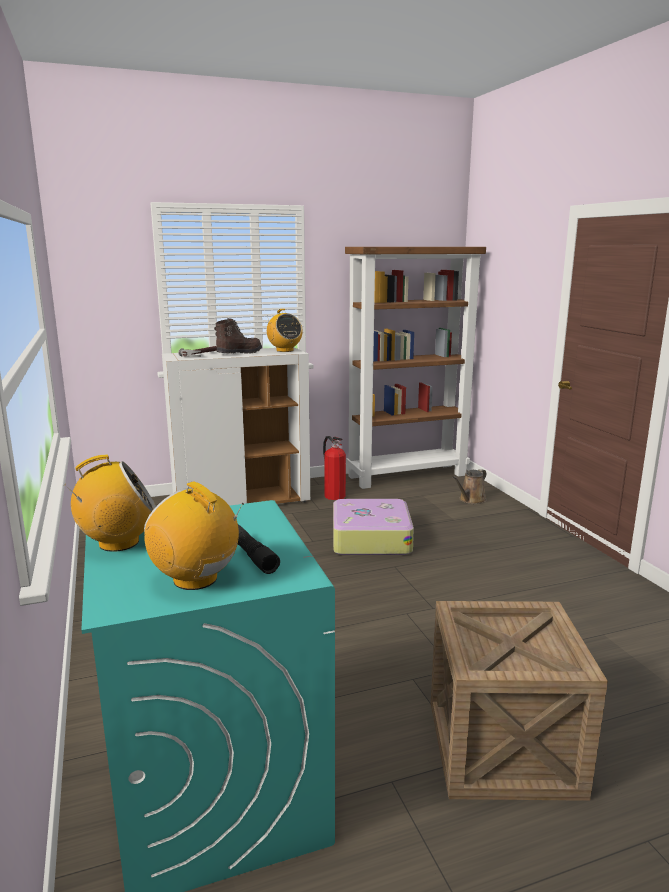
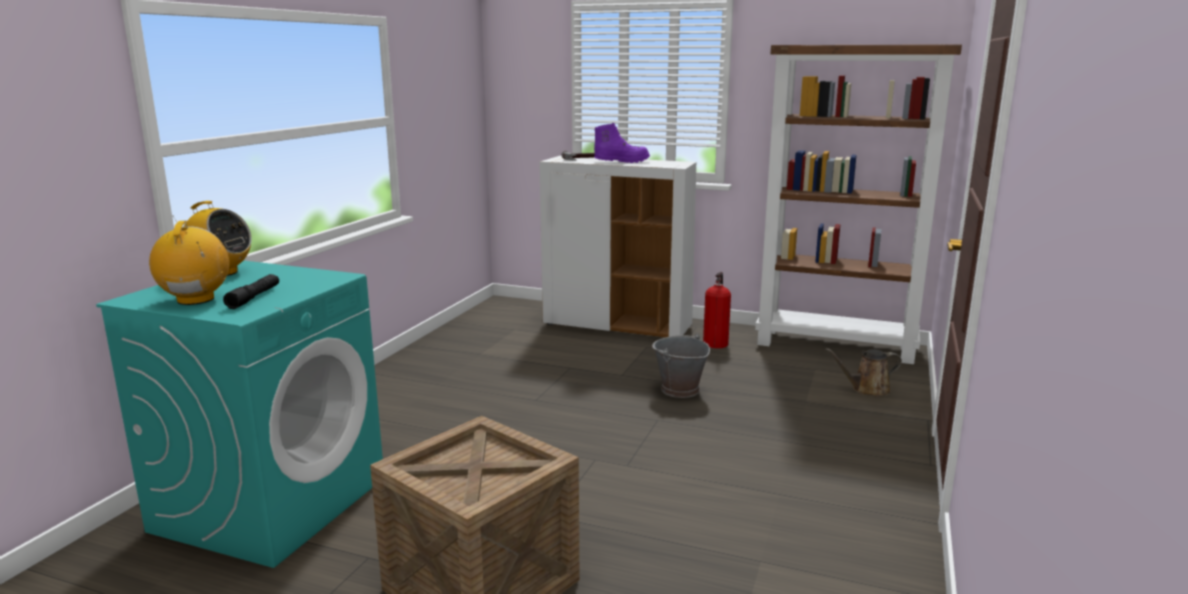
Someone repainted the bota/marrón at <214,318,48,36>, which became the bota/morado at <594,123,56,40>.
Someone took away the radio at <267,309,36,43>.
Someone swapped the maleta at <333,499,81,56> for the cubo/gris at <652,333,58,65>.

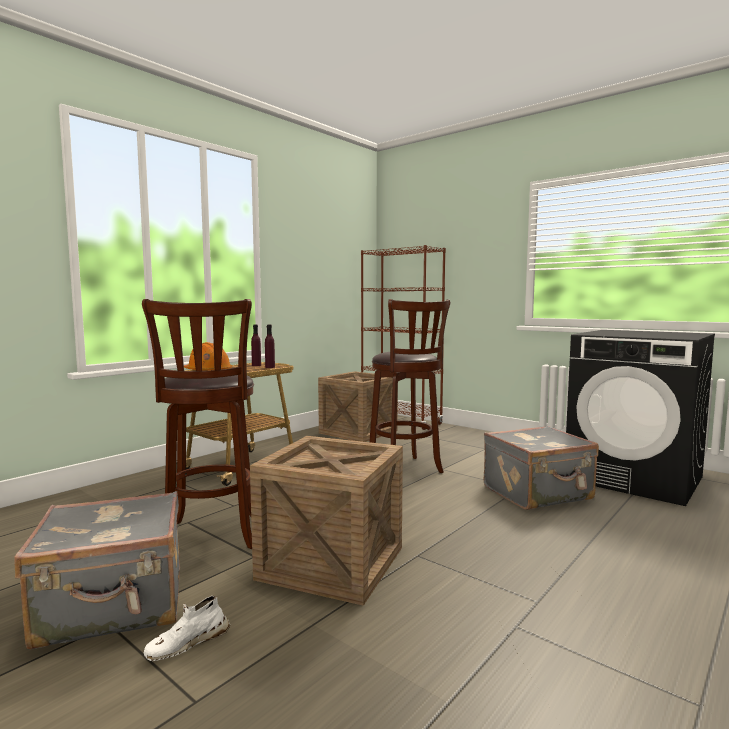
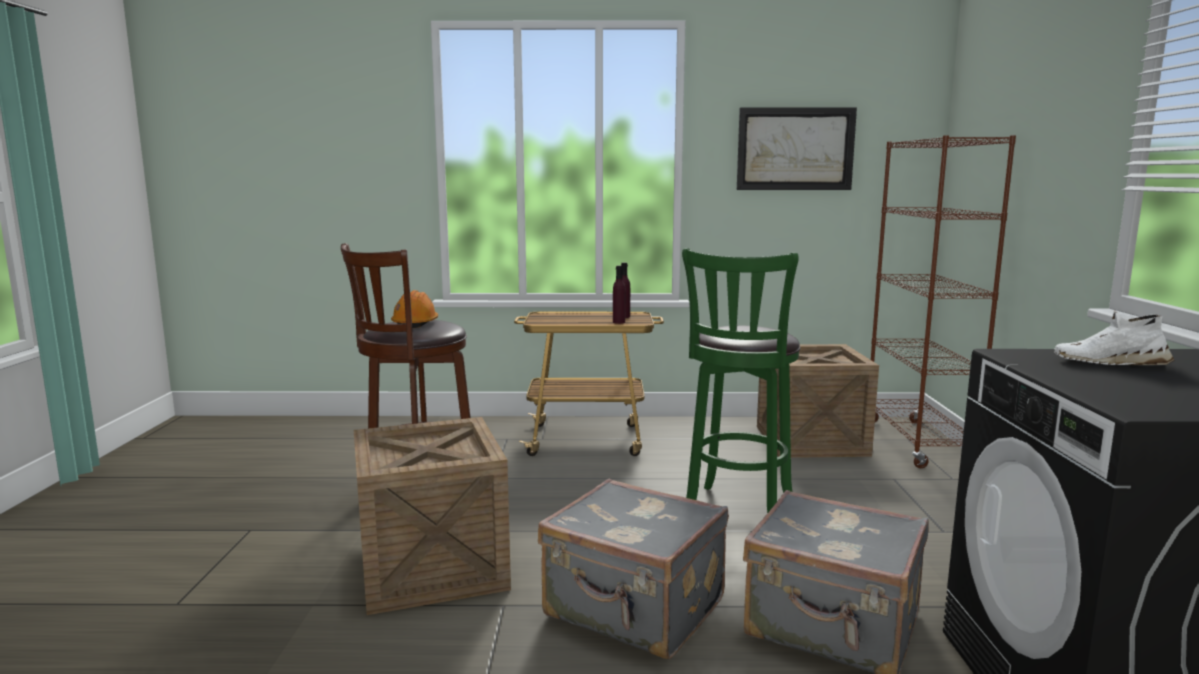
Someone carried the maleta/gris from <14,491,166,159> to <538,479,190,180>.
Someone carried the zapato/blanco from <144,595,86,66> to <1054,310,121,55>.
Someone repainted the taburete/marrón at <369,299,81,174>, which became the taburete/verde at <682,248,118,265>.
Someone put up the cuadro at <737,107,120,83>.

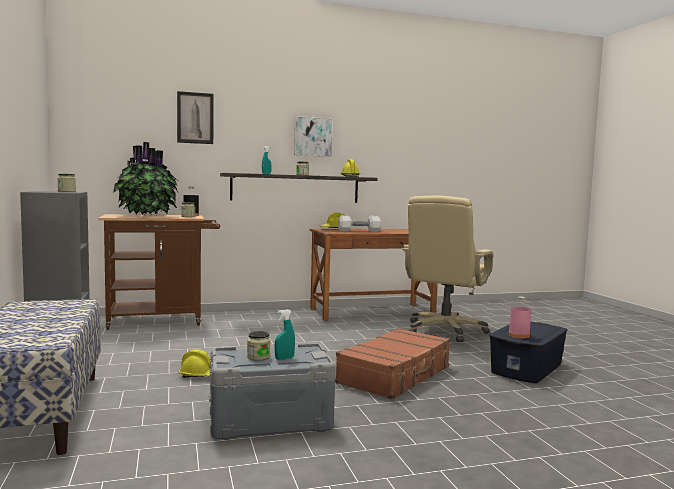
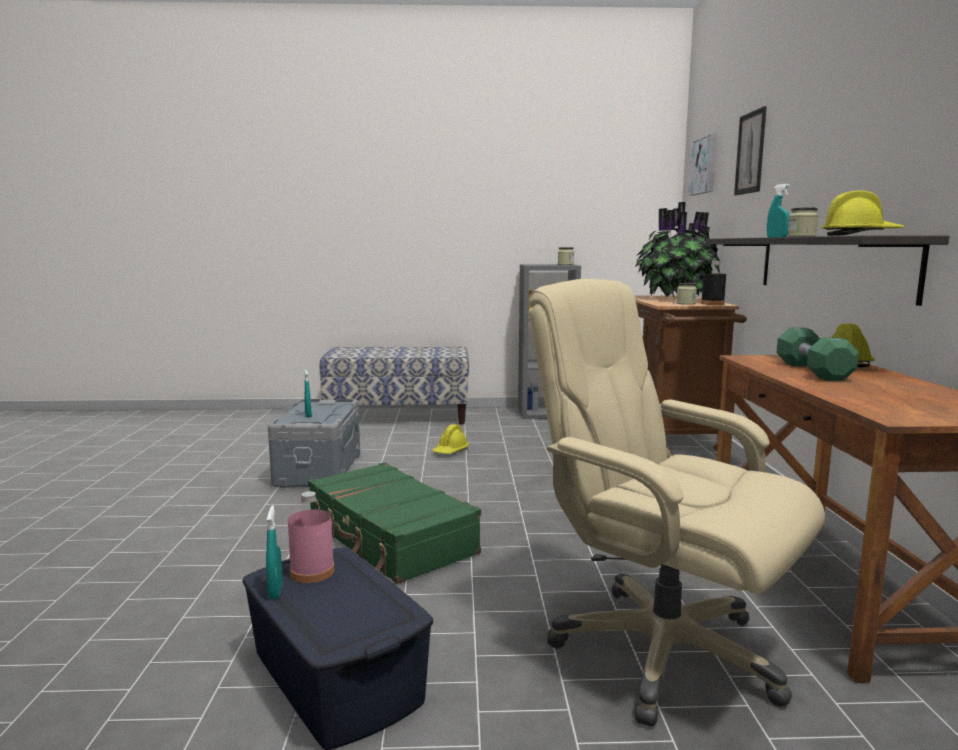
Someone took away the tarro at <247,331,23,30>.
Someone carried the cuadro from <294,116,39,41> to <688,134,28,62>.
Someone repainted the maleta/marrón at <335,328,115,71>, which became the maleta/verde at <308,462,173,122>.
Someone repainted the mancuerna/blanco at <338,215,43,17>, which became the mancuerna/verde at <776,328,83,53>.
Someone put down the pulverizador/turquesa at <266,505,17,94>.

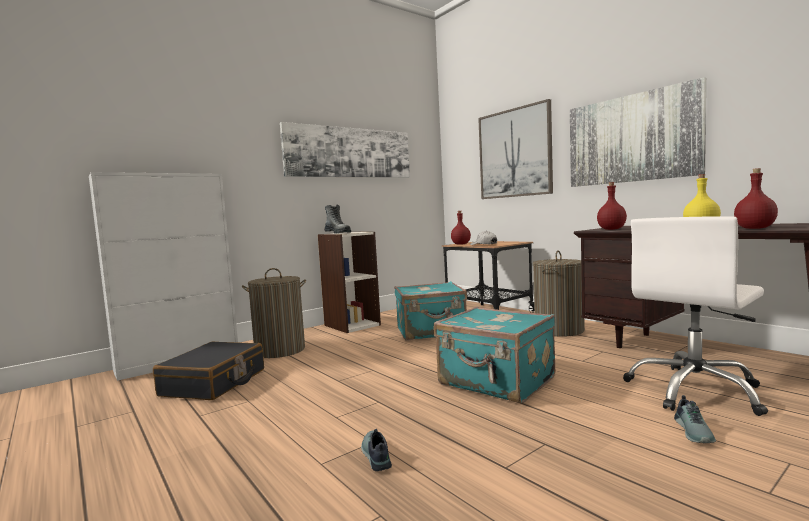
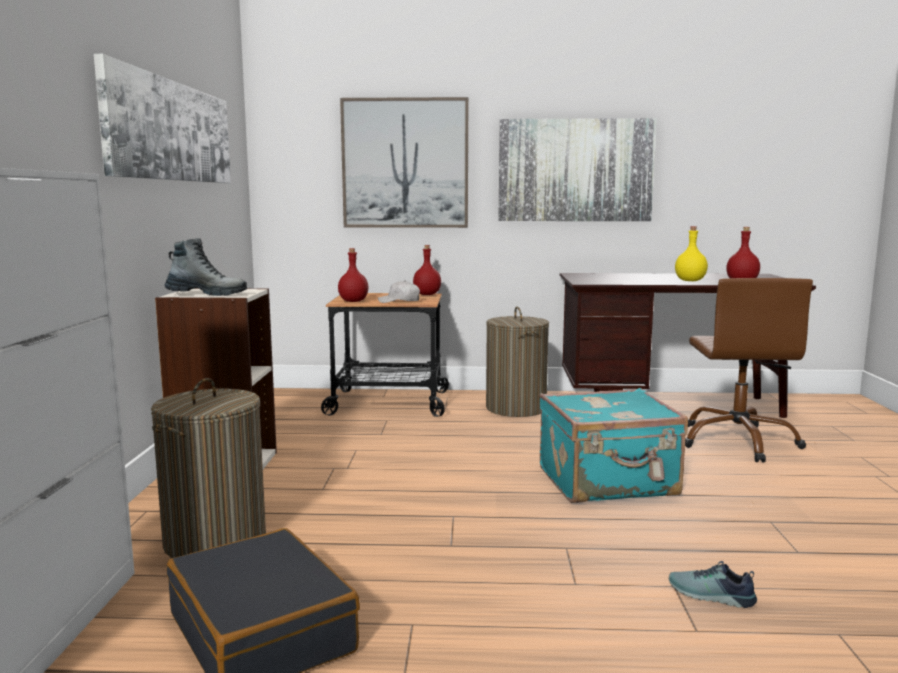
Someone took away the maleta/turquesa at <394,281,73,60>.
Someone carried the botella/rojo from <597,182,30,48> to <413,245,28,50>.
Someone repainted the silla de oficina/blanco at <623,216,145,200>, which became the silla de oficina/marrón at <685,278,128,184>.
Someone took away the zapato at <674,395,42,48>.

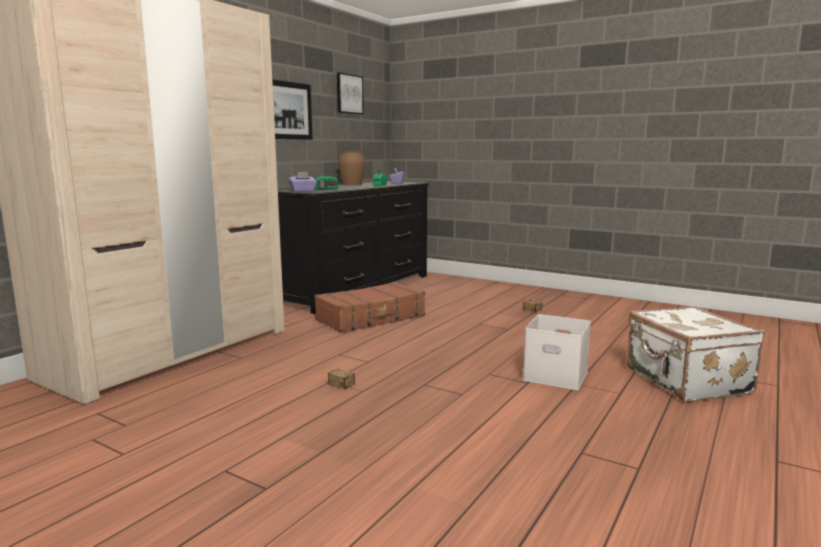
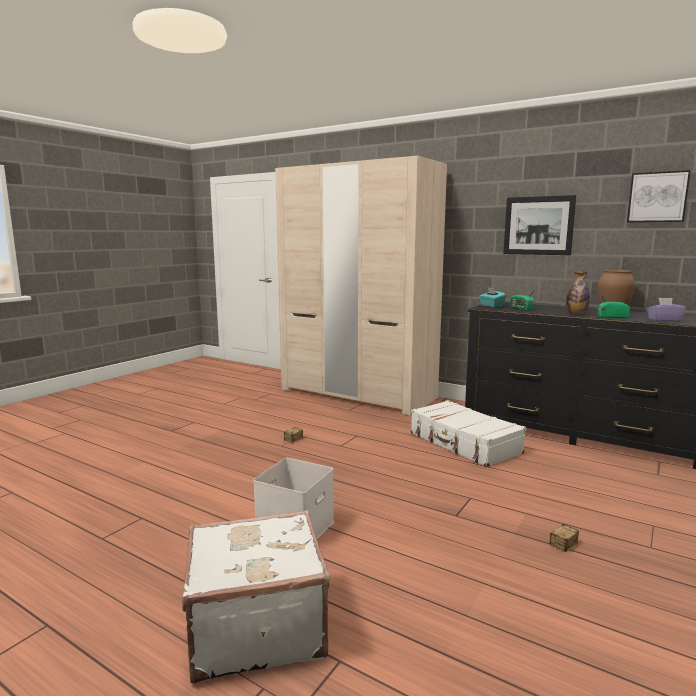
Someone repainted the caja de pañuelos/morado at <289,172,28,20>, which became the caja de pañuelos/turquesa at <479,287,27,20>.
Someone repainted the maleta/marrón at <314,282,111,51>, which became the maleta/blanco at <411,400,115,67>.
Someone put down the botella at <566,272,24,42>.

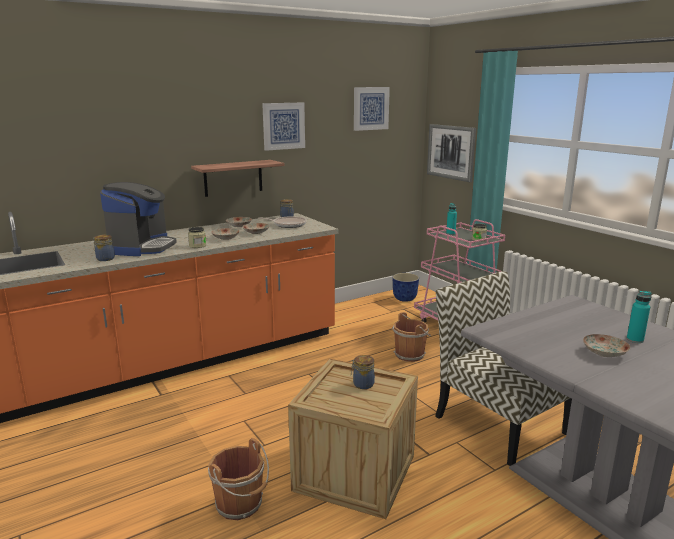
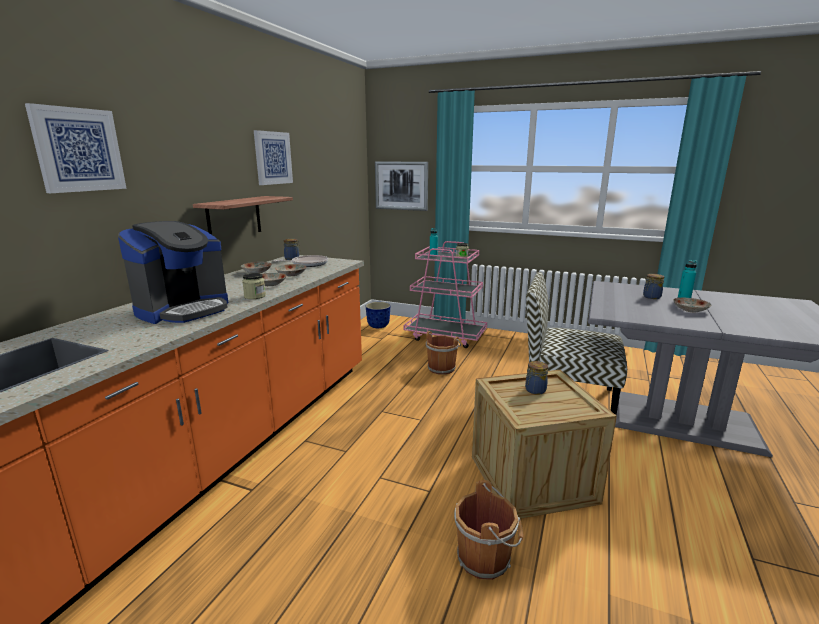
Someone carried the tarro from <93,235,22,26> to <643,274,21,25>.
Someone rotated the cafetera at <100,182,77,74> by 60 degrees clockwise.
Someone carried the cuadro from <354,87,36,44> to <25,103,102,90>.

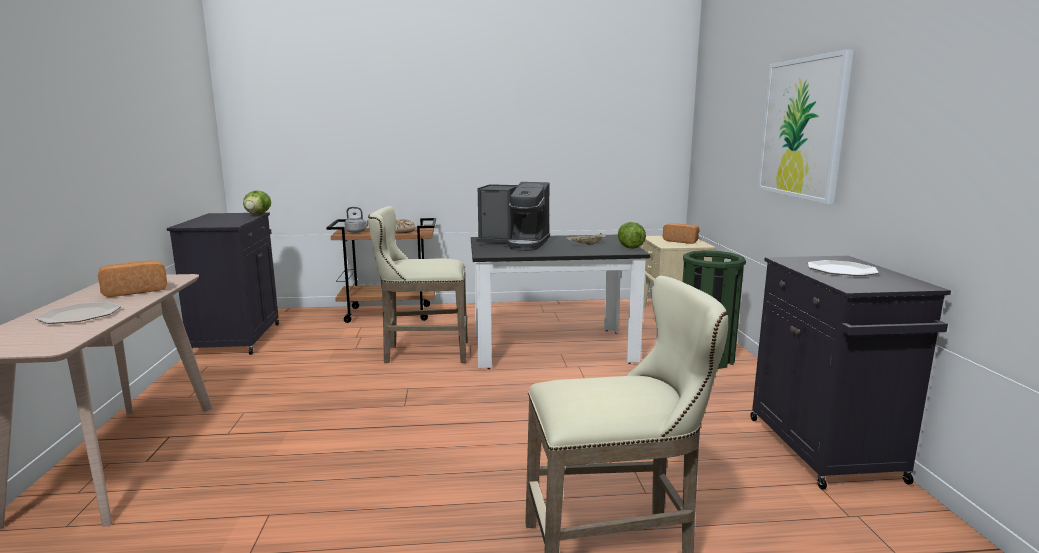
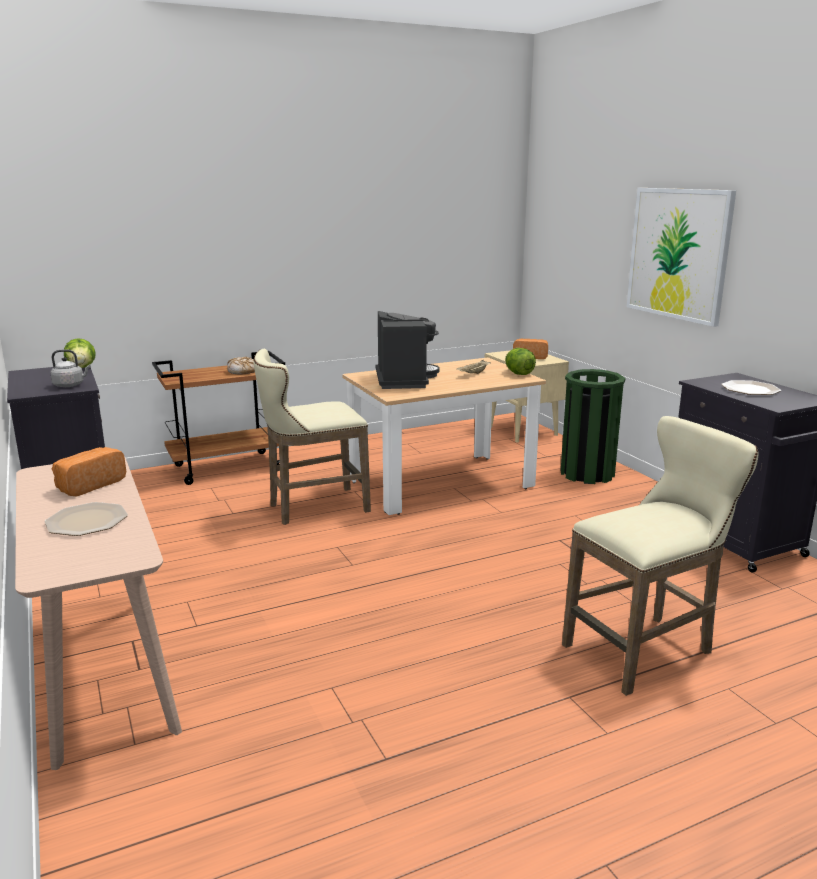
Someone carried the hervidor/gris from <345,207,23,26> to <50,349,41,38>.
Someone repainted the mesa de comedor/negro at <471,235,179,134>, which became the mesa de comedor/beis at <342,357,204,158>.
Someone rotated the cafetera at <476,182,74,69> by 90 degrees counterclockwise.

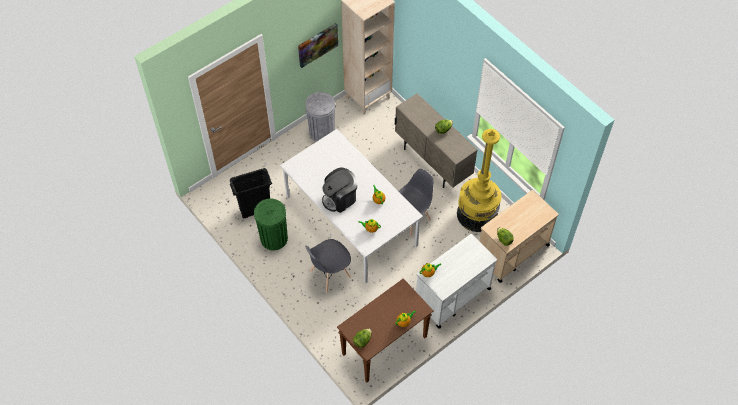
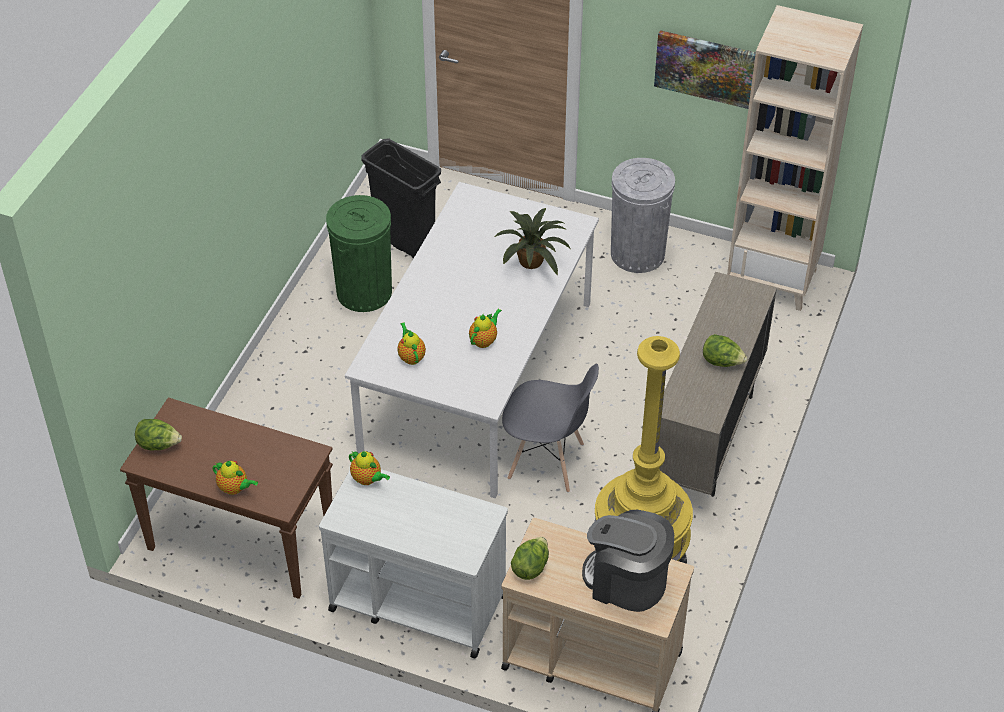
Someone took away the silla/gris at <305,239,46,54>.
Someone carried the cafetera from <322,167,35,46> to <582,510,92,102>.
Someone put down the planta en maceta at <494,208,77,68>.

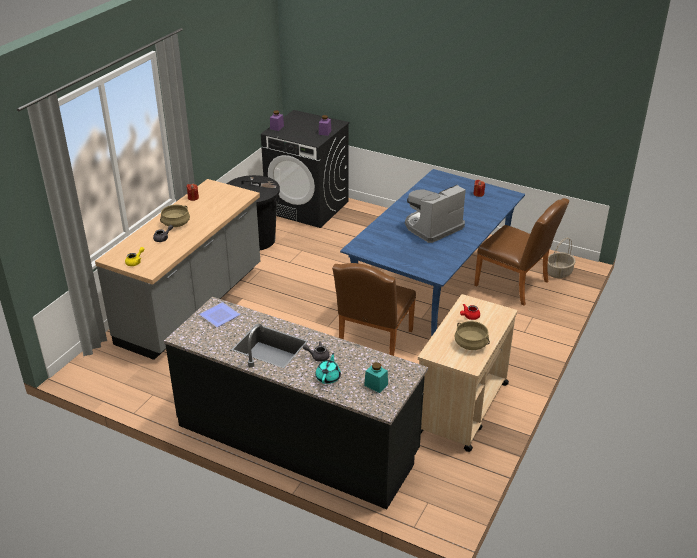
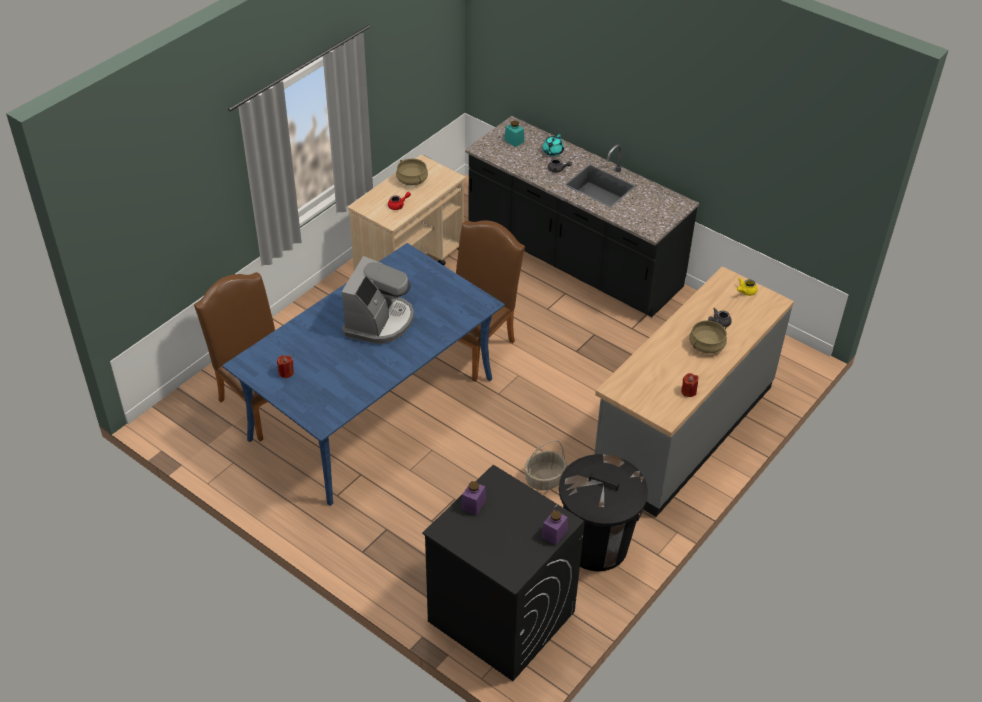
Someone took away the plato at <199,302,41,25>.
Someone rotated the cafetera at <405,184,61,59> by 45 degrees counterclockwise.
Someone carried the cesta from <548,238,28,40> to <525,440,42,51>.

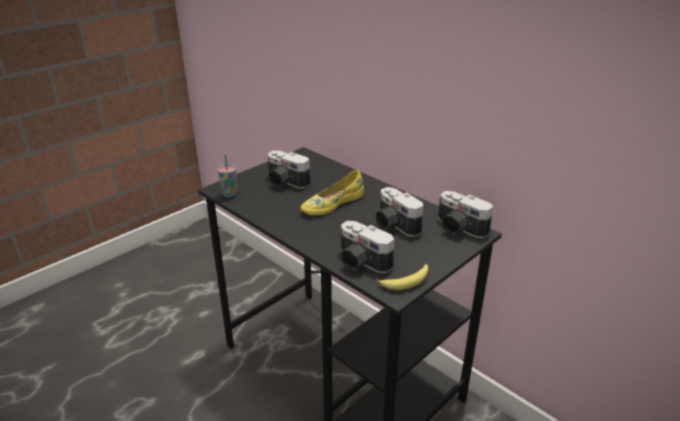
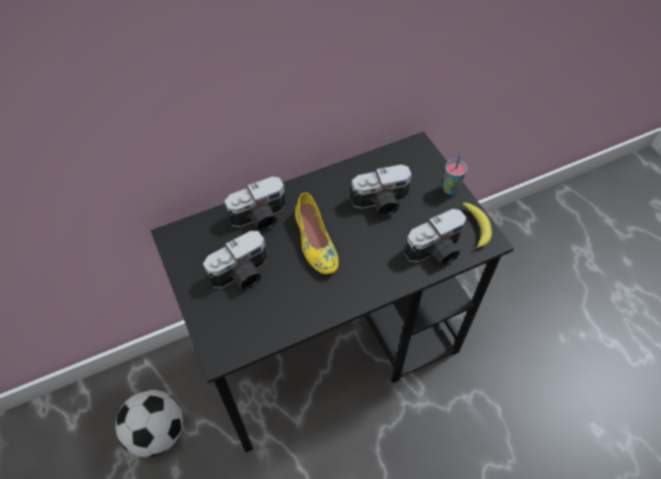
Someone carried the taza from <217,154,20,43> to <443,155,24,40>.
Someone carried the cámara from <438,191,55,47> to <224,176,62,55>.
Someone put down the balón de fútbol at <116,390,67,67>.

